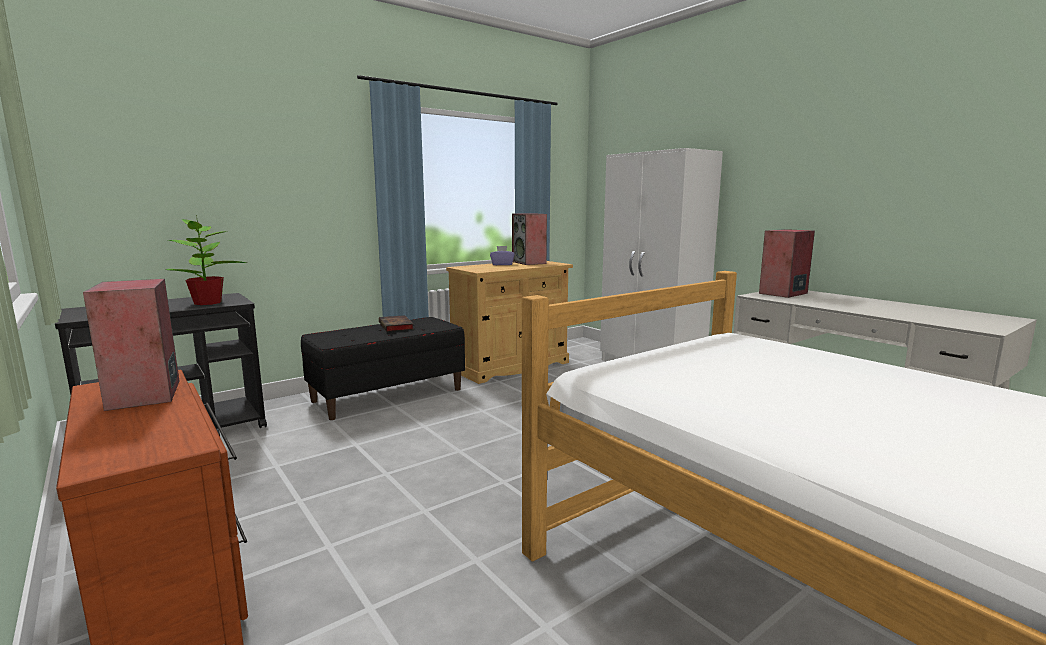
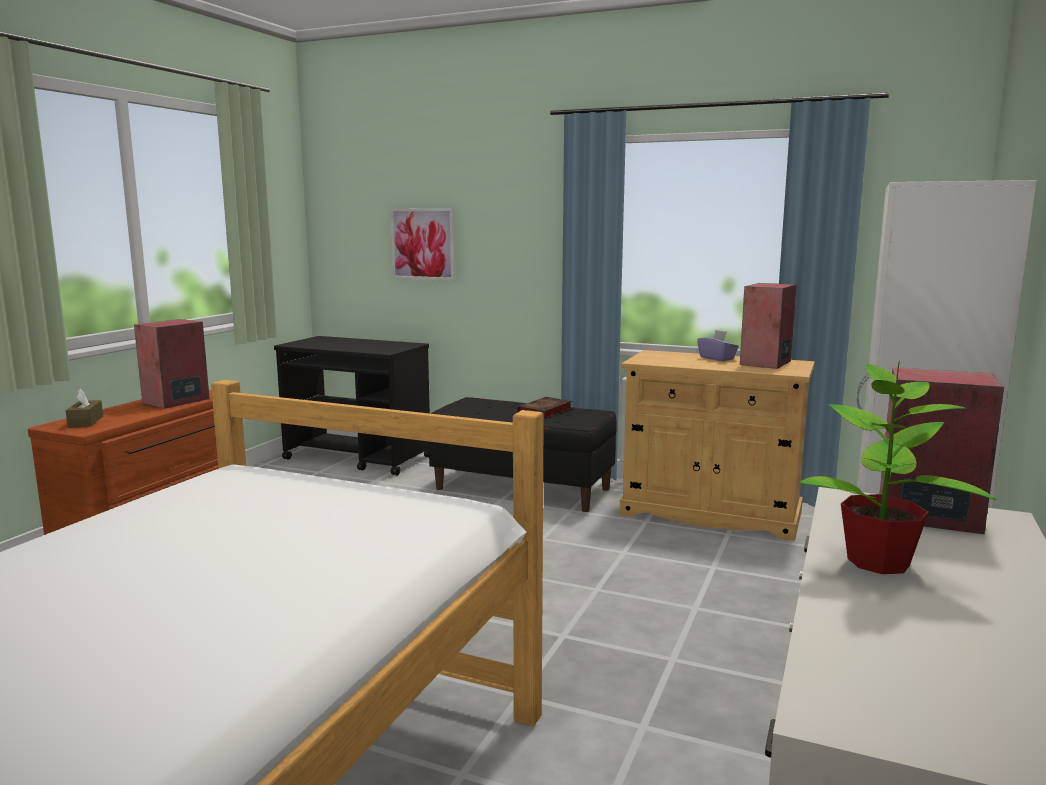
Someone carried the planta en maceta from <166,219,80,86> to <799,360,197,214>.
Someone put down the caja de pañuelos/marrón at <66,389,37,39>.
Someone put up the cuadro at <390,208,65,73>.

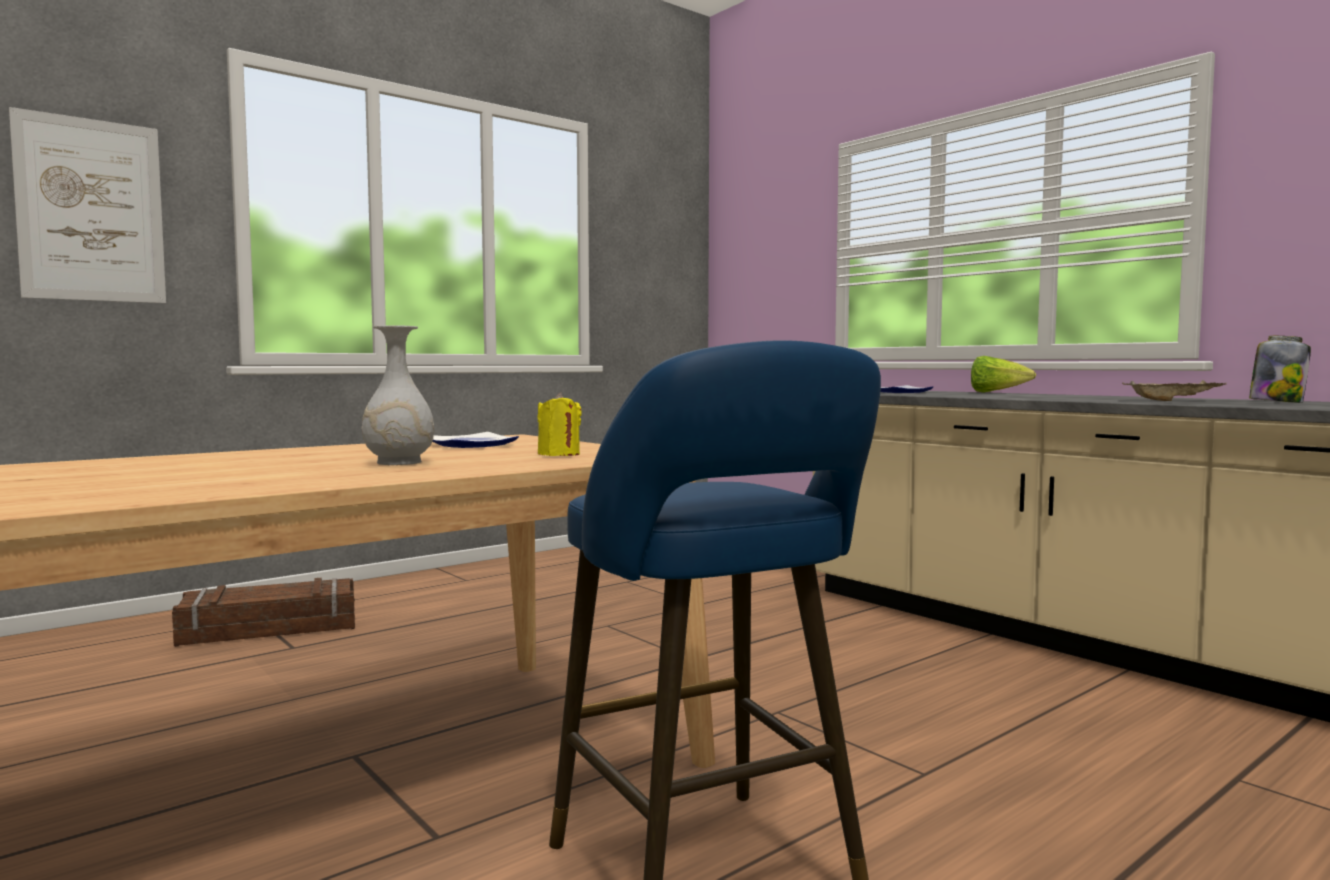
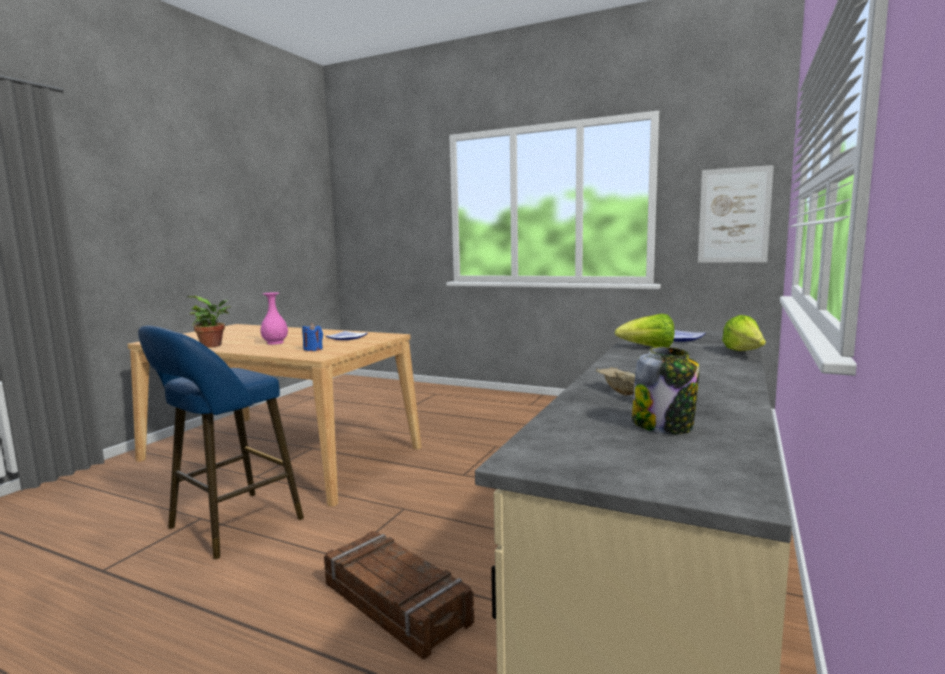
Someone carried the cuadro from <9,107,157,196> to <698,165,76,98>.
Someone carried the caja de embalaje from <172,578,183,69> to <324,531,150,128>.
Someone repainted the florero/blanco at <362,325,72,140>, which became the florero/rosa at <260,292,28,53>.
Someone repainted the vela/amarillo at <538,393,44,63>, which became the vela/azul at <302,323,21,28>.
Someone put down the planta en maceta at <187,296,44,52>.
Someone put down the lechuga at <615,314,59,33>.

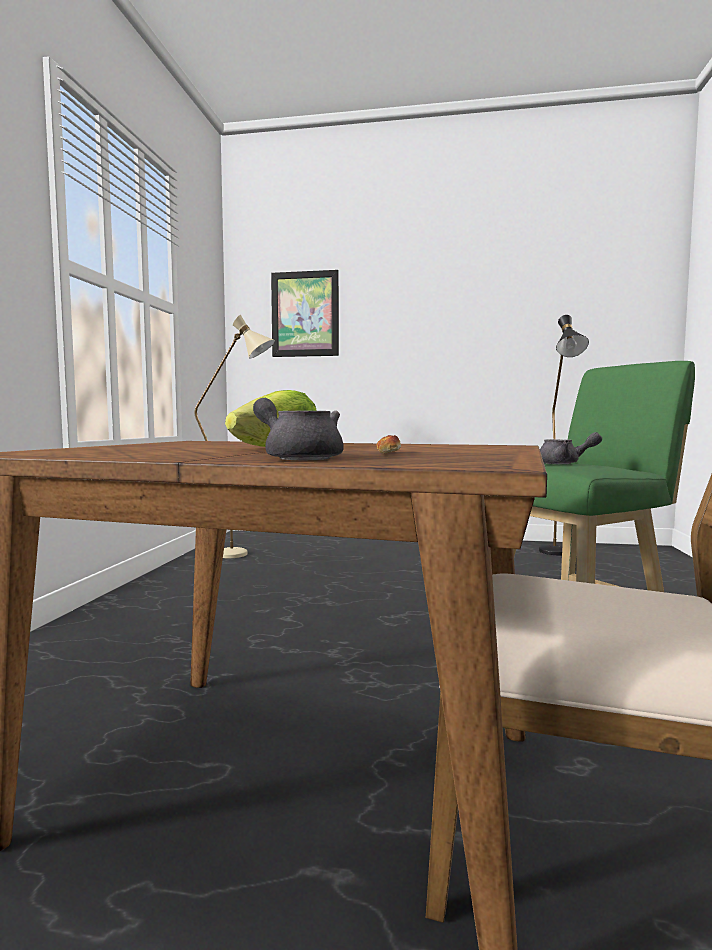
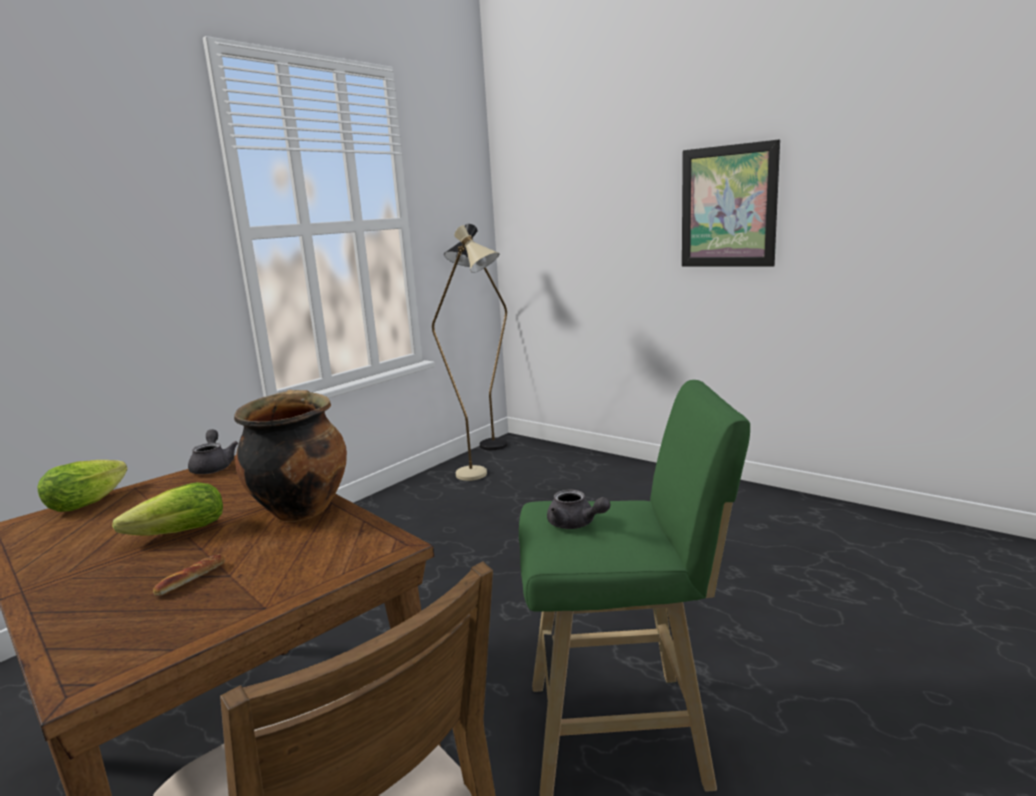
Someone carried the tetera/gris from <253,398,91,62> to <188,429,50,45>.
Someone carried the cuadro from <271,270,68,87> to <682,140,98,127>.
Someone carried the lámpara de pie/negro from <539,315,50,240> to <444,224,64,226>.
Someone put down the lechuga at <38,460,90,52>.
Someone put down the olla at <234,390,113,132>.

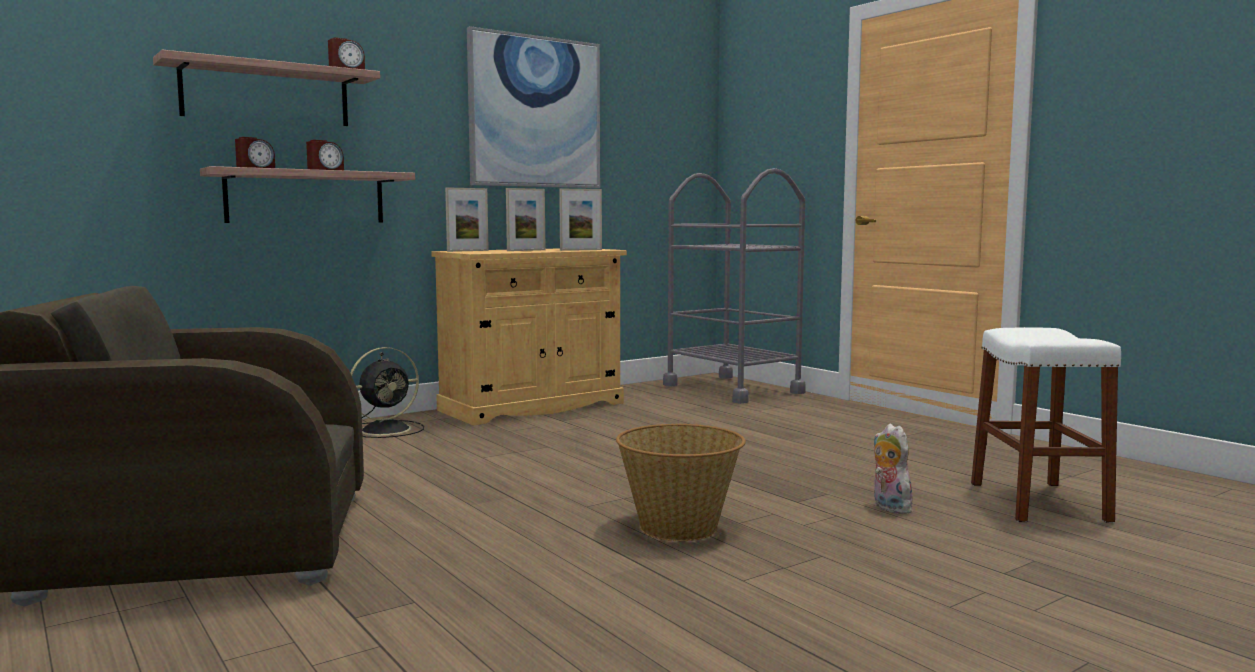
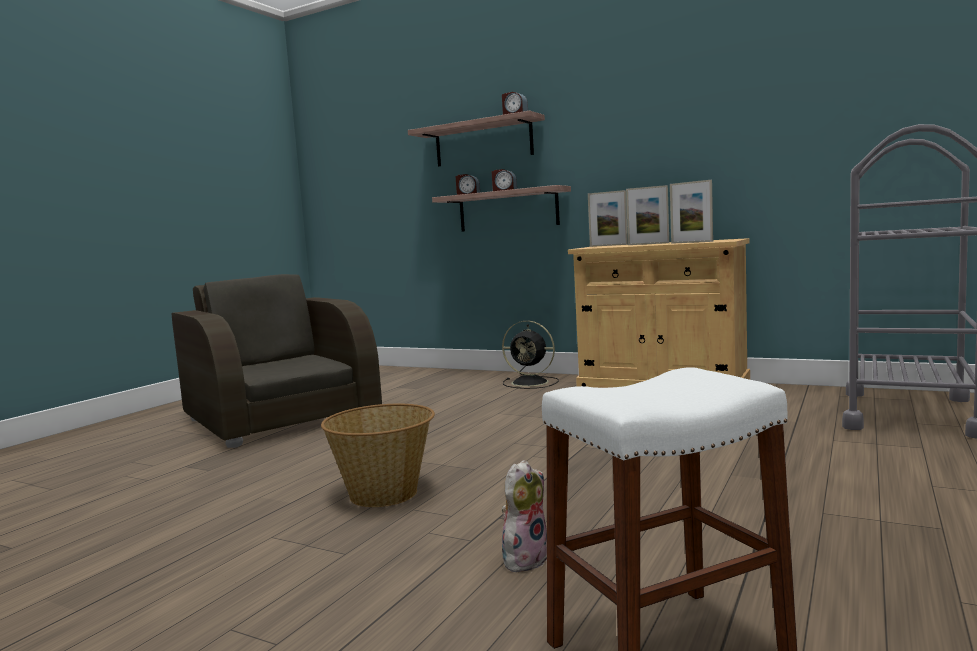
Someone took away the cuadro at <467,26,133,162>.

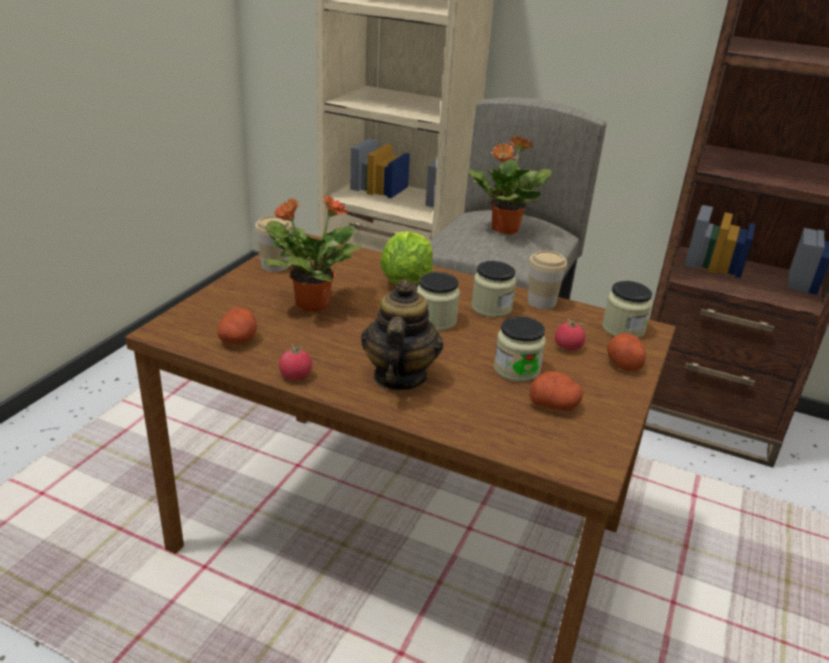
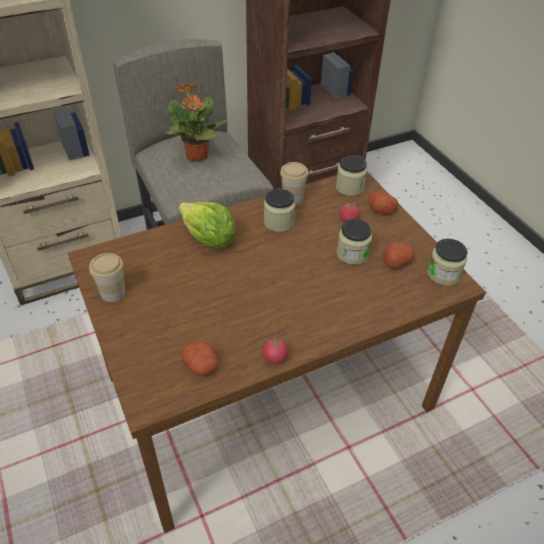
Someone took away the planta en maceta at <263,195,99,117>.
Someone took away the tetera at <361,280,82,110>.
Someone carried the tarro from <417,272,43,59> to <427,239,41,47>.

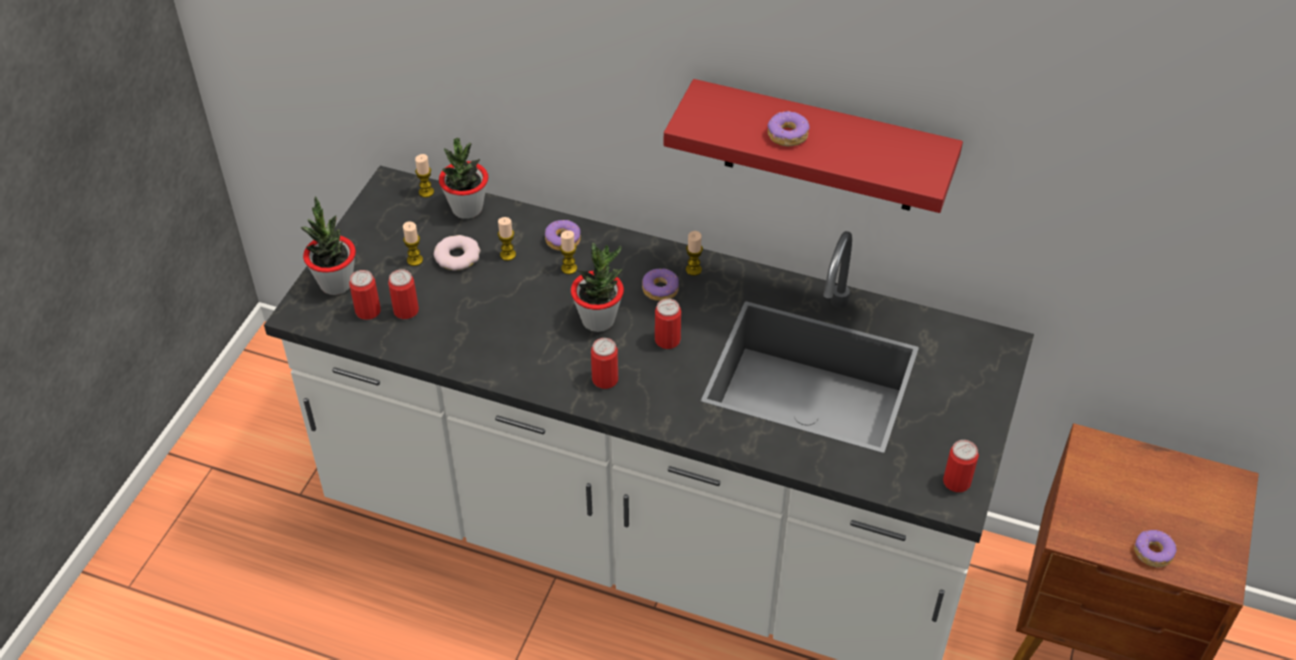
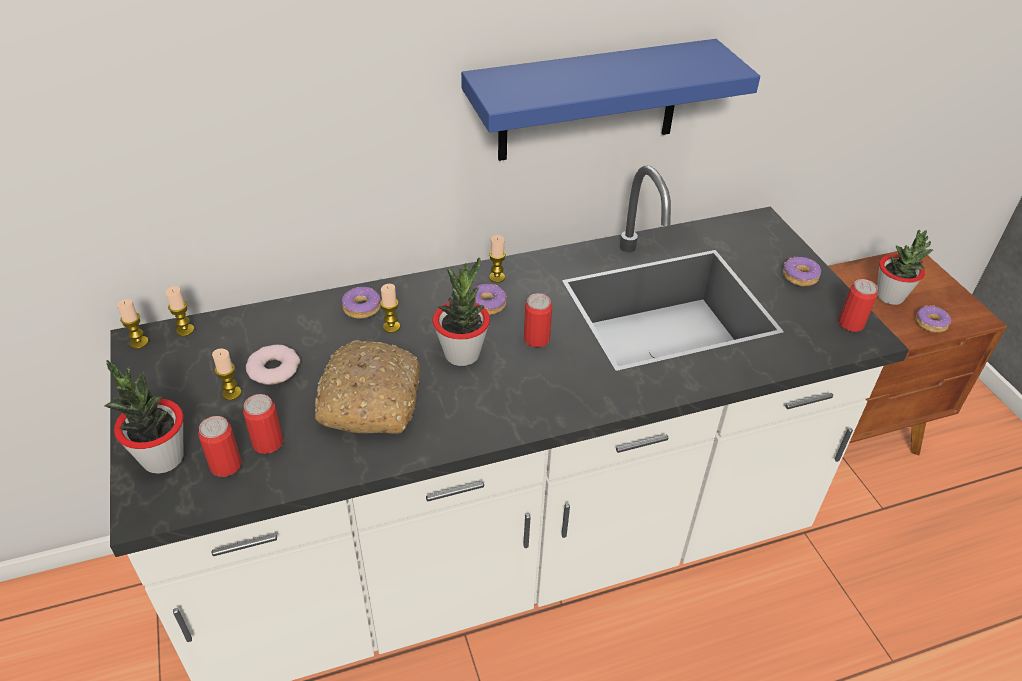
Someone carried the planta en maceta from <439,138,49,81> to <877,230,56,75>.
Someone carried the vela from <498,217,18,44> to <117,299,32,50>.
Someone took away the lata at <591,338,27,51>.
Someone repainted the estante/rojo at <664,79,299,134>, which became the estante/azul at <461,39,299,122>.
Someone carried the rosquilla from <768,111,42,36> to <783,257,38,29>.
Someone put down the pan at <315,340,105,94>.

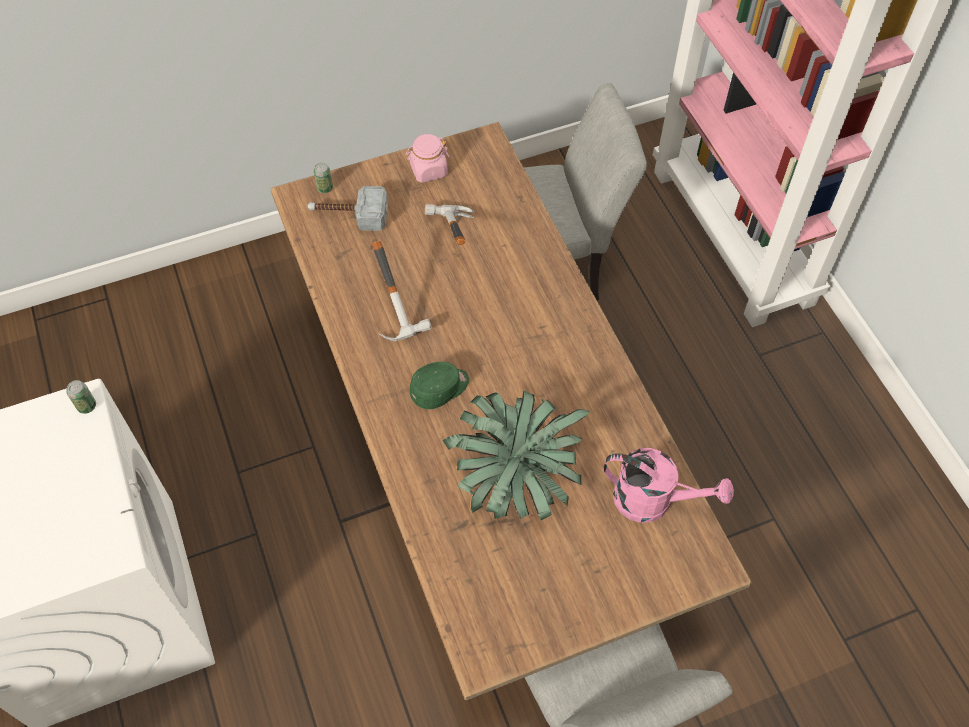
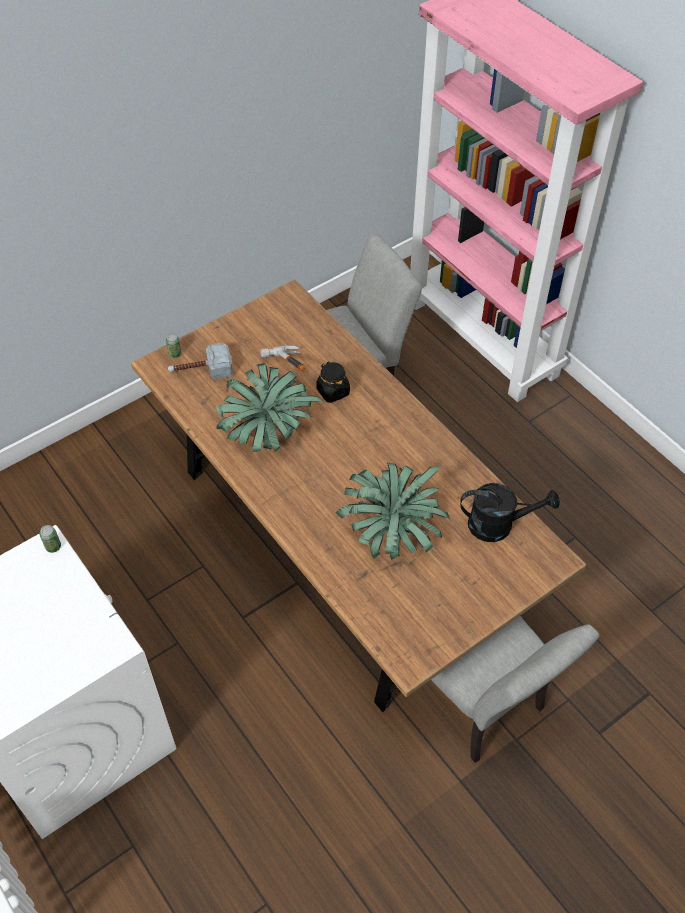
Someone swapped the martillo at <372,241,60,100> for the planta en maceta at <216,363,109,89>.
Someone took away the tarro/rosa at <406,134,43,49>.
Someone took away the gorra/verde at <410,362,59,47>.
Someone repainted the regadera/rosa at <603,448,131,75>, which became the regadera/negro at <460,483,100,59>.
Someone put down the tarro/negro at <316,361,34,42>.

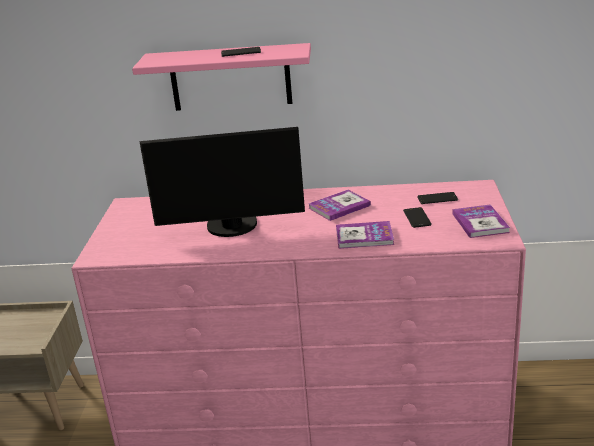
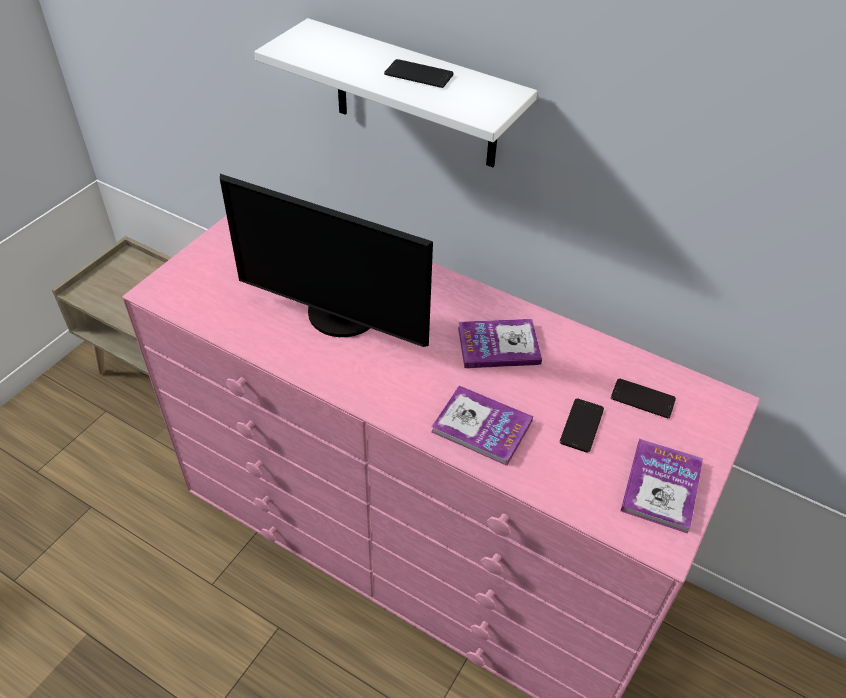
Someone repainted the estante/rosa at <132,43,179,68>, which became the estante/blanco at <254,18,284,149>.

